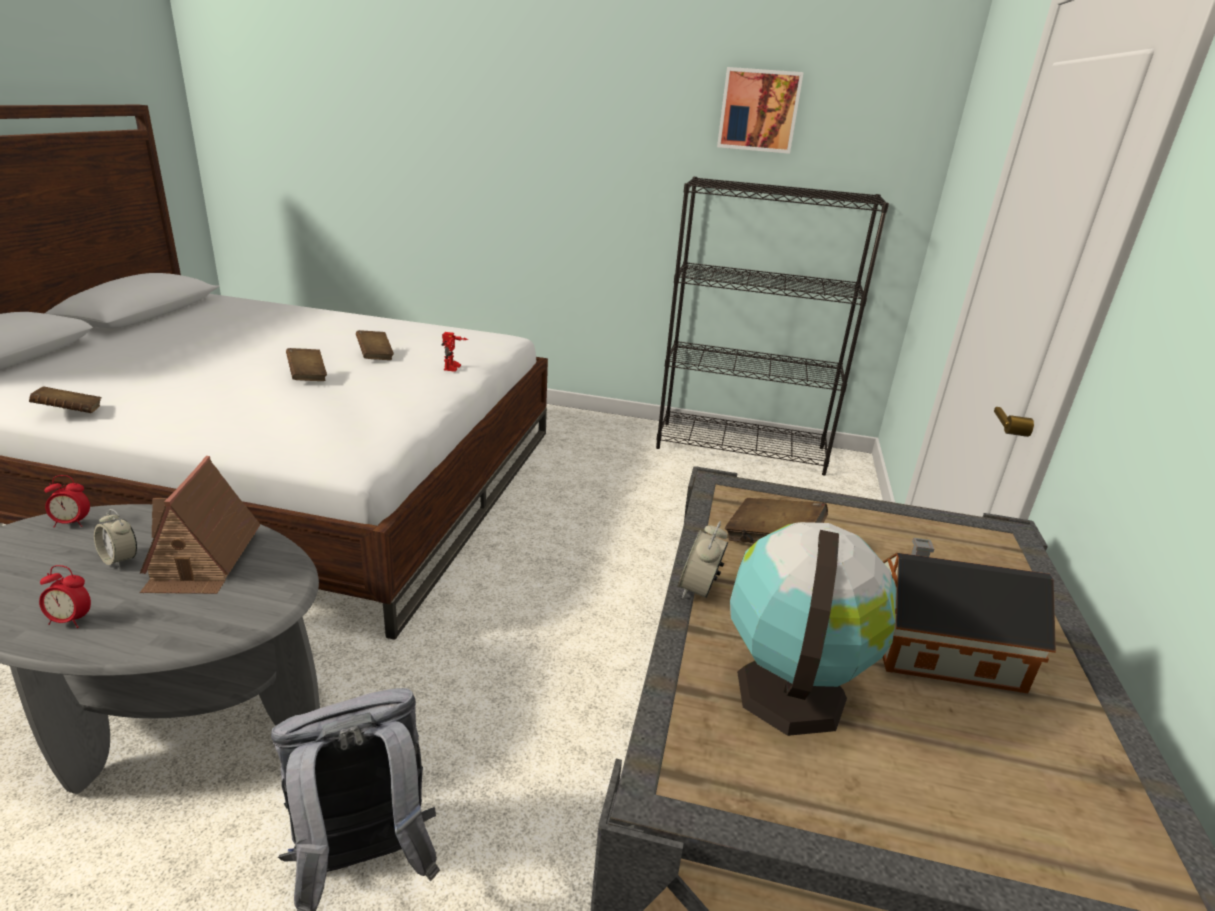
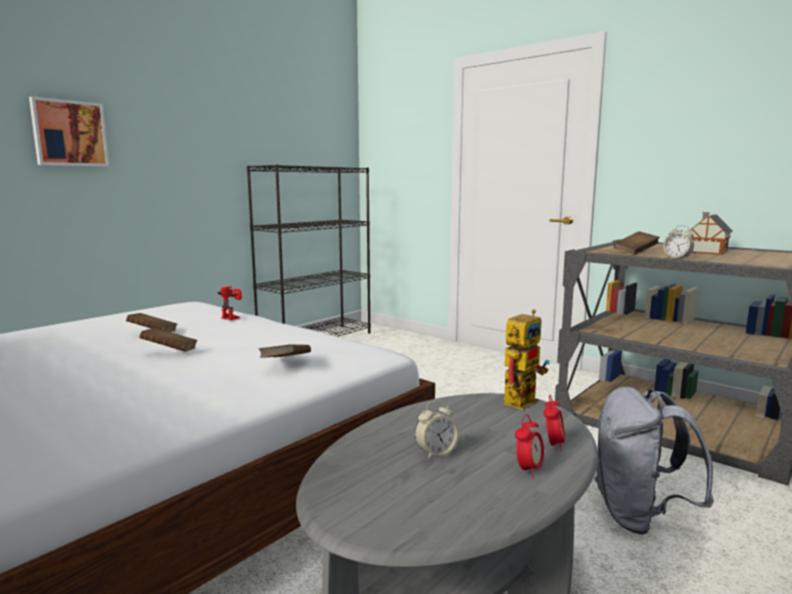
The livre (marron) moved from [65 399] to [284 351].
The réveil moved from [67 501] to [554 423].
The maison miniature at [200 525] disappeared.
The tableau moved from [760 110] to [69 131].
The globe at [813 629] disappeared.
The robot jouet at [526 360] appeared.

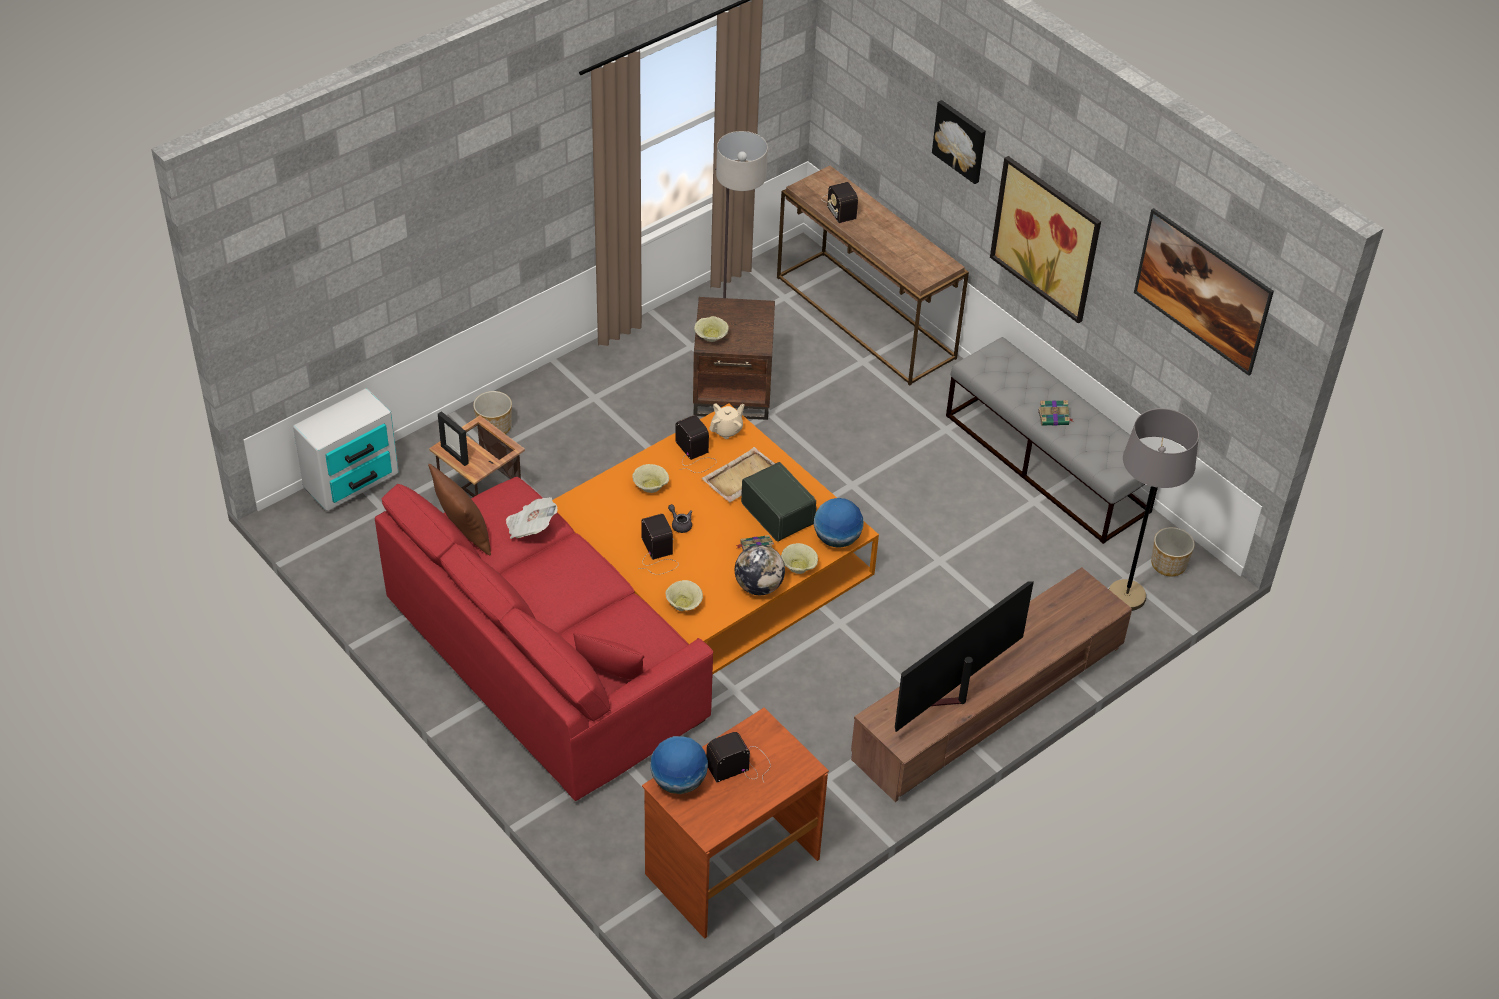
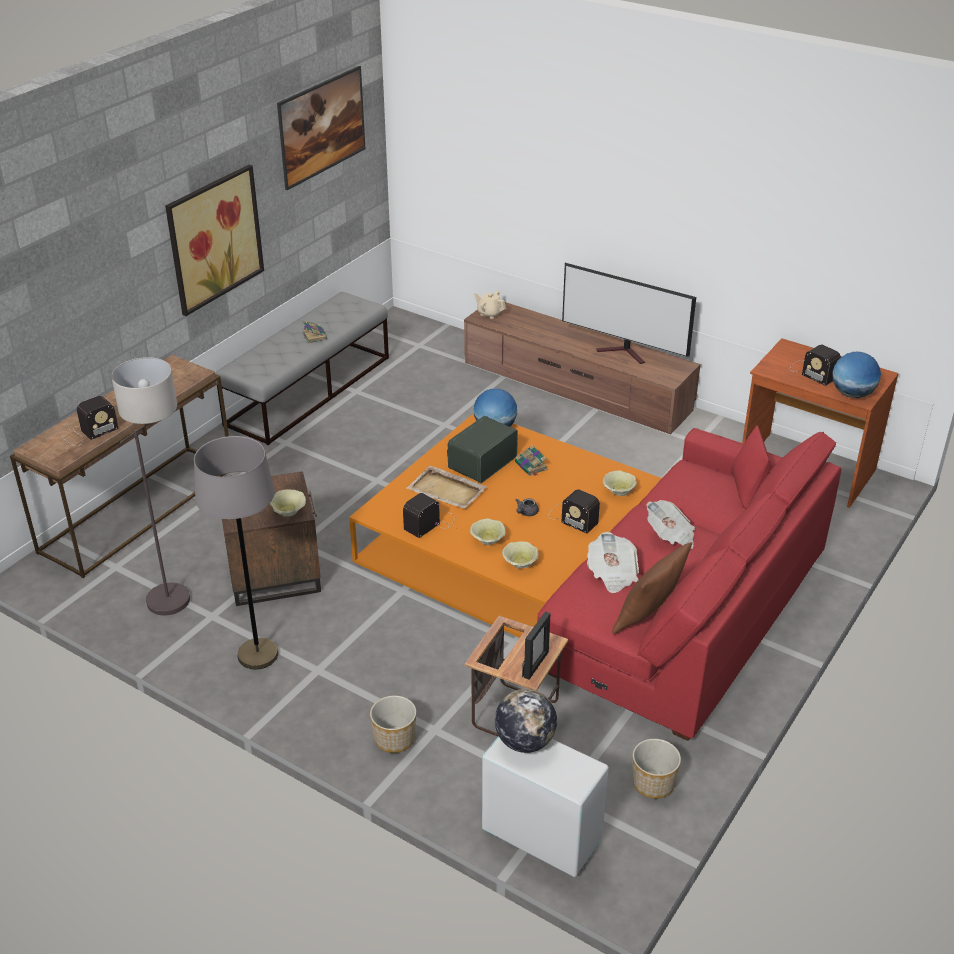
The radio at [658 544] turned 105 degrees counterclockwise.
The théière (beige) moved from [727 421] to [490 305].
The globe moved from [760 570] to [526 721].
The bol (beige) moved from [799 558] to [520 554].
The tableau at [959 142] disappeared.
The lampadaire (gris) moved from [1154 509] to [236 552].
The cache-pot moved from [1173 552] to [656 769].
The journal at [670 524] appeared.

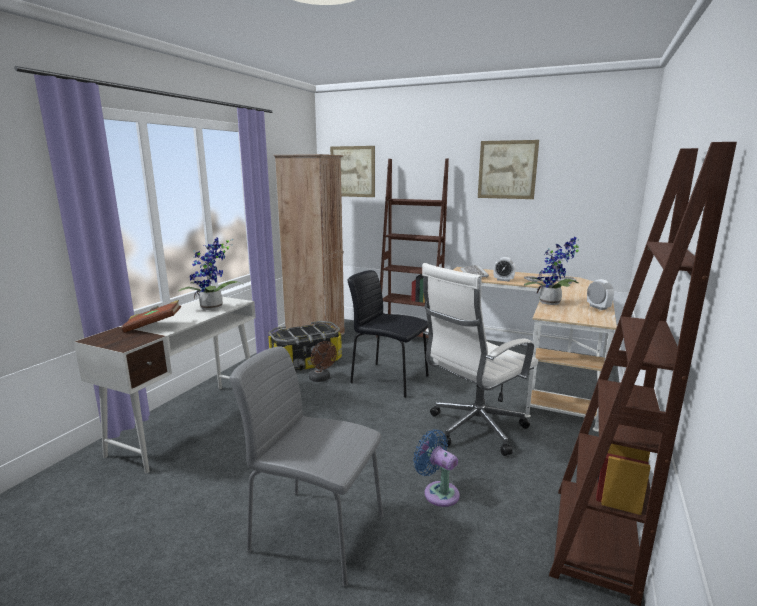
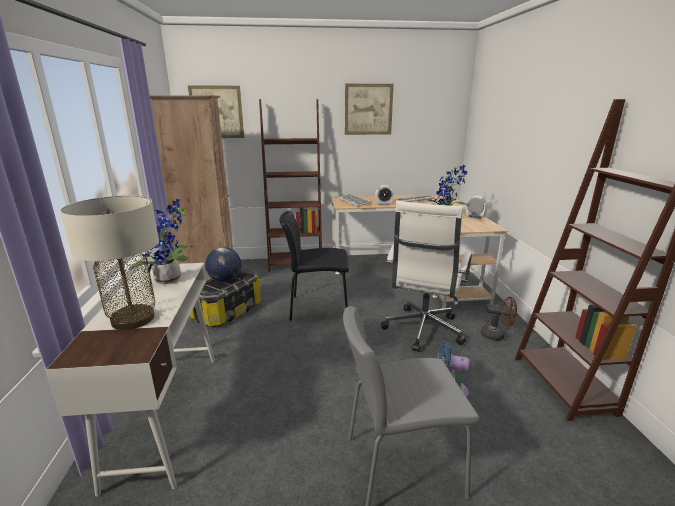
The livre (marron) at [151 316] was replaced by the lampe de table at [109 263].
The ventilateur (marron) moved from [322 361] to [499 319].
The globe at [223 264] appeared.

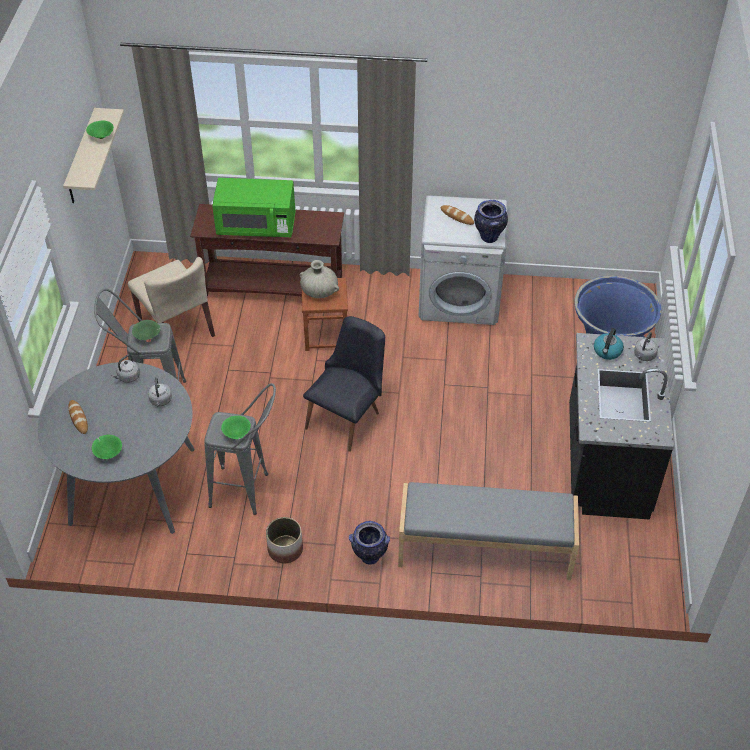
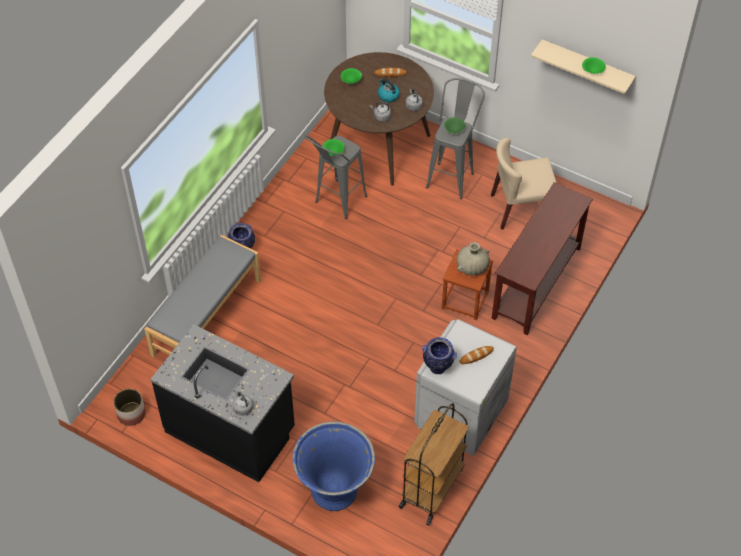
The table à manger (gris) at [116 448] became the table à manger (marron) at [379 119].
The micro-ondes (vert) at [254 207] disappeared.
The cache-pot moved from [284 540] to [130 407].
The chaise (noir) at [344 384] disappeared.
The bouilloire moved from [609 344] to [389 91].
The chariot (marron) at [434 464] appeared.

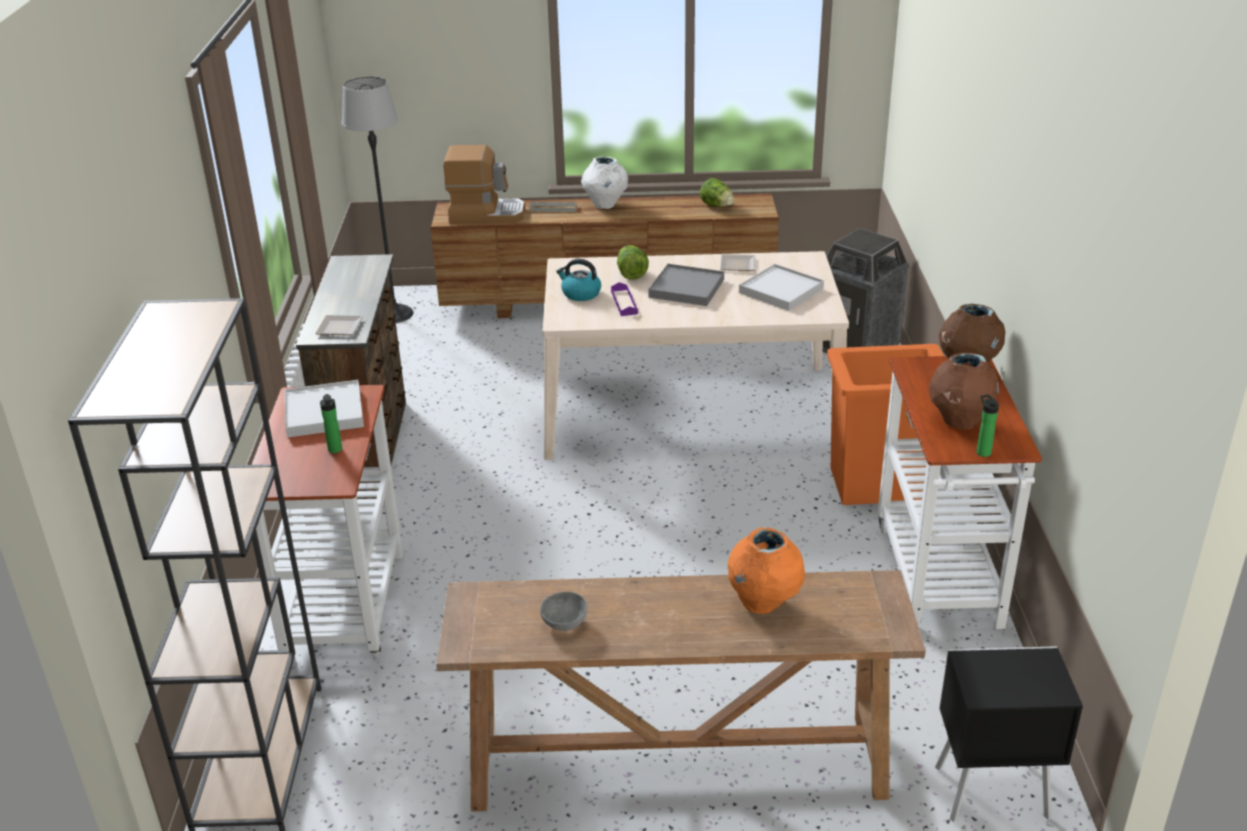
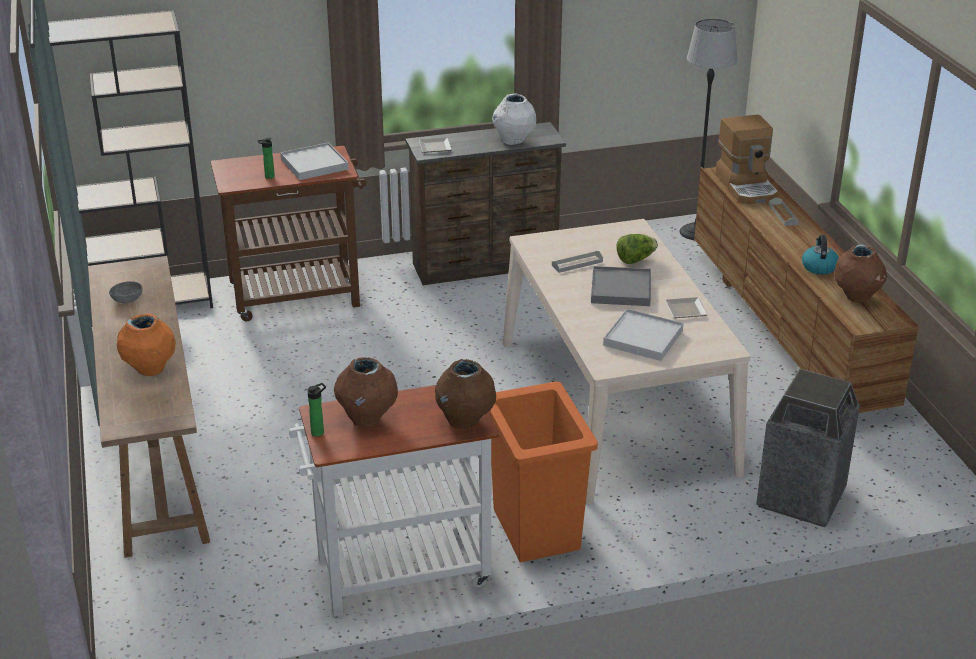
The chariot (blanc) at [327 522] became the chariot (marron) at [289 233].
The bouilloire moved from [578 280] to [820 254].
The vase (blanc) moved from [604 182] to [514 119].
The plateau (violet) at [624 299] became the plateau (gris) at [577 262].
The laitue at [717 192] was replaced by the vase (marron) at [860 273].
The table de chevet (noir) at [1009 734] disappeared.

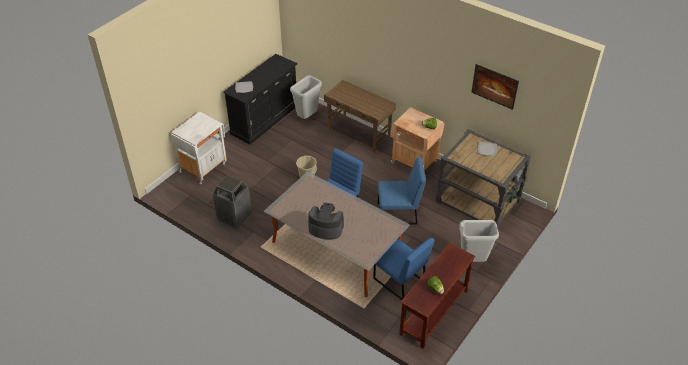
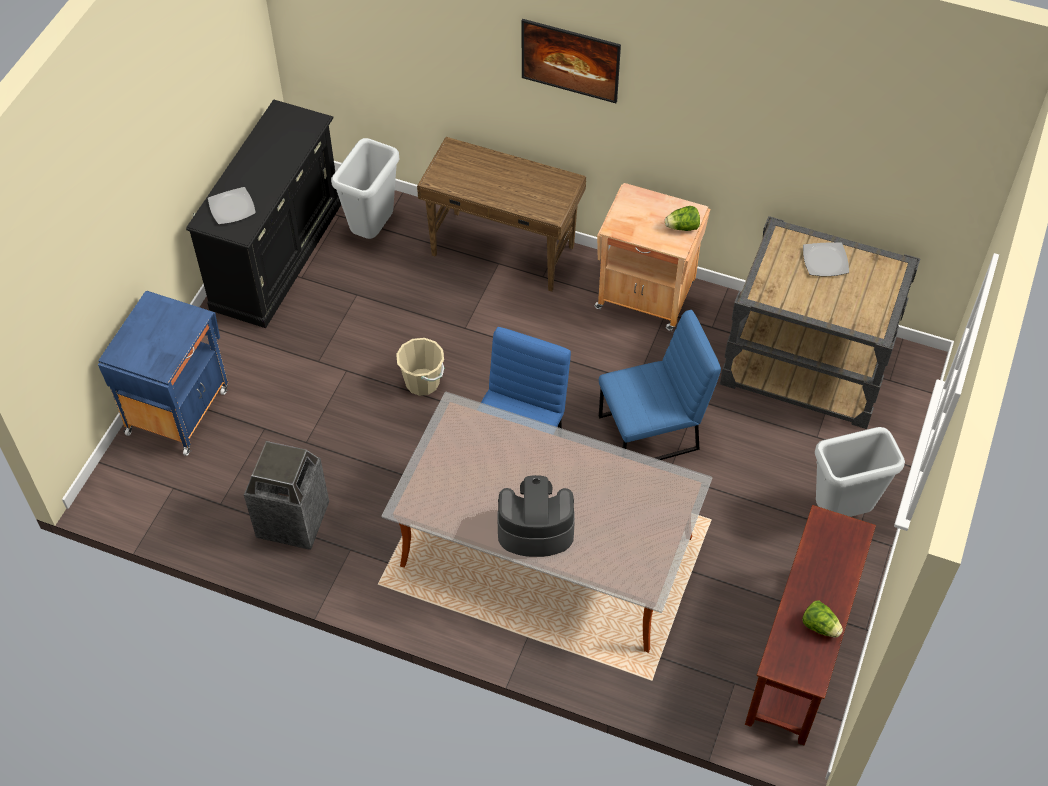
The chariot (blanc) at [199 148] became the chariot (bleu) at [163 373].
The chaise (bleu) at [403 269] disappeared.
The tableau moved from [495 87] to [571 61].

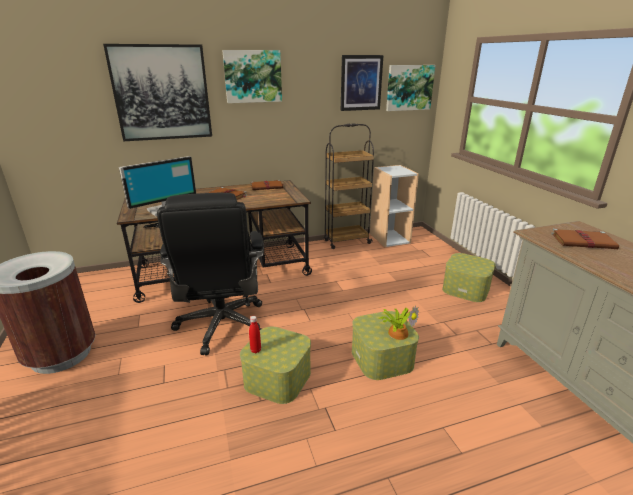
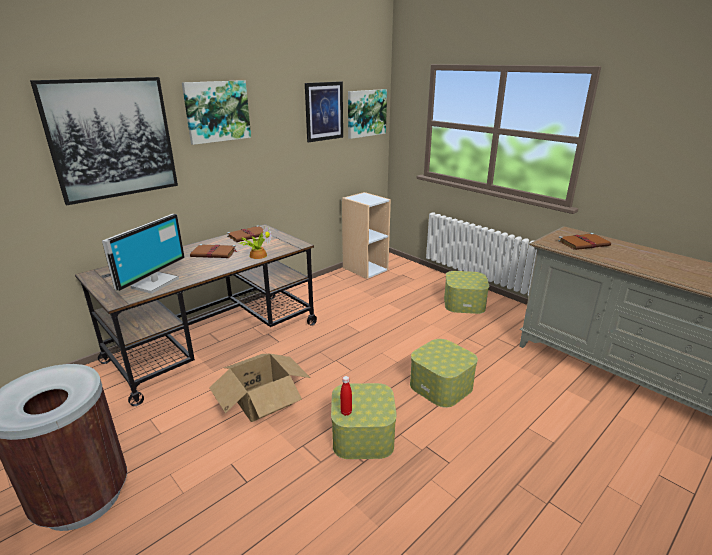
The chaise de bureau (noir) at [210 274] was replaced by the carton at [259 388].
The chariot (marron) at [349 186] disappeared.
The plante en pot moved from [399 323] to [255 242].

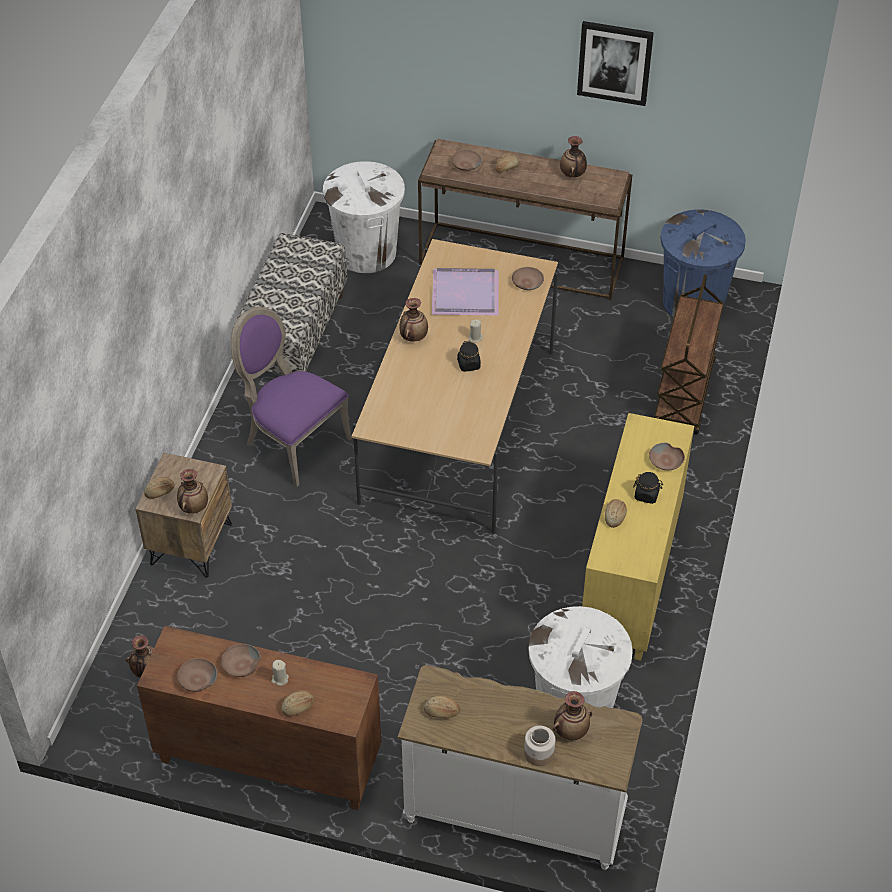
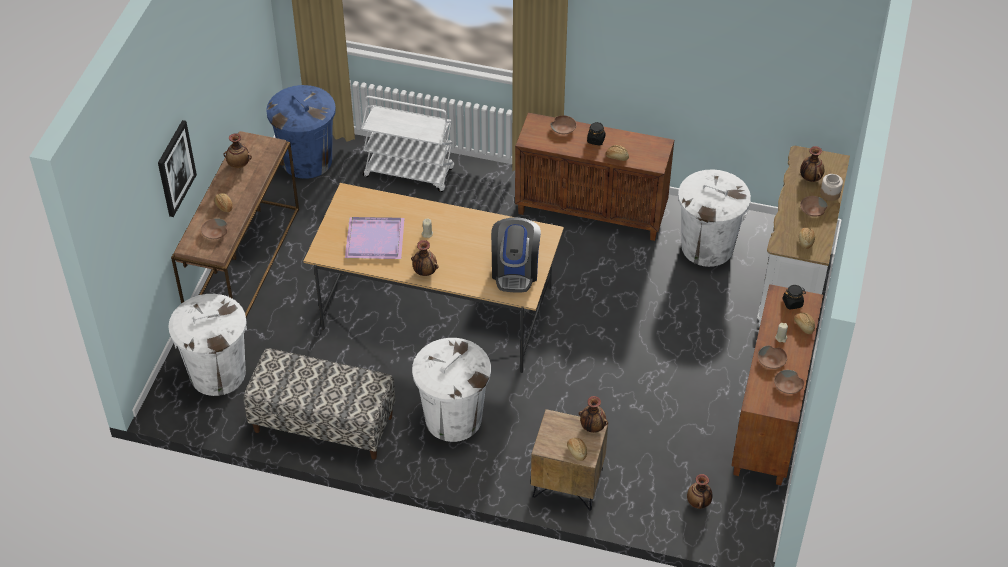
The chaise (violet) at [291 397] was replaced by the poubelle (blanc) at [451 390].
The bocal (noir) moved from [469 356] to [794 297].
The bol (marron) moved from [528 278] to [814 206].
The tableau moved from [615 63] to [177 168].
The meuble de rangement (jaune) at [638 537] became the meuble de rangement (marron) at [594 177].
The chariot (marron) at [689 354] became the chariot (blanc) at [408 144].
The machine à café at [516 255] appeared.

